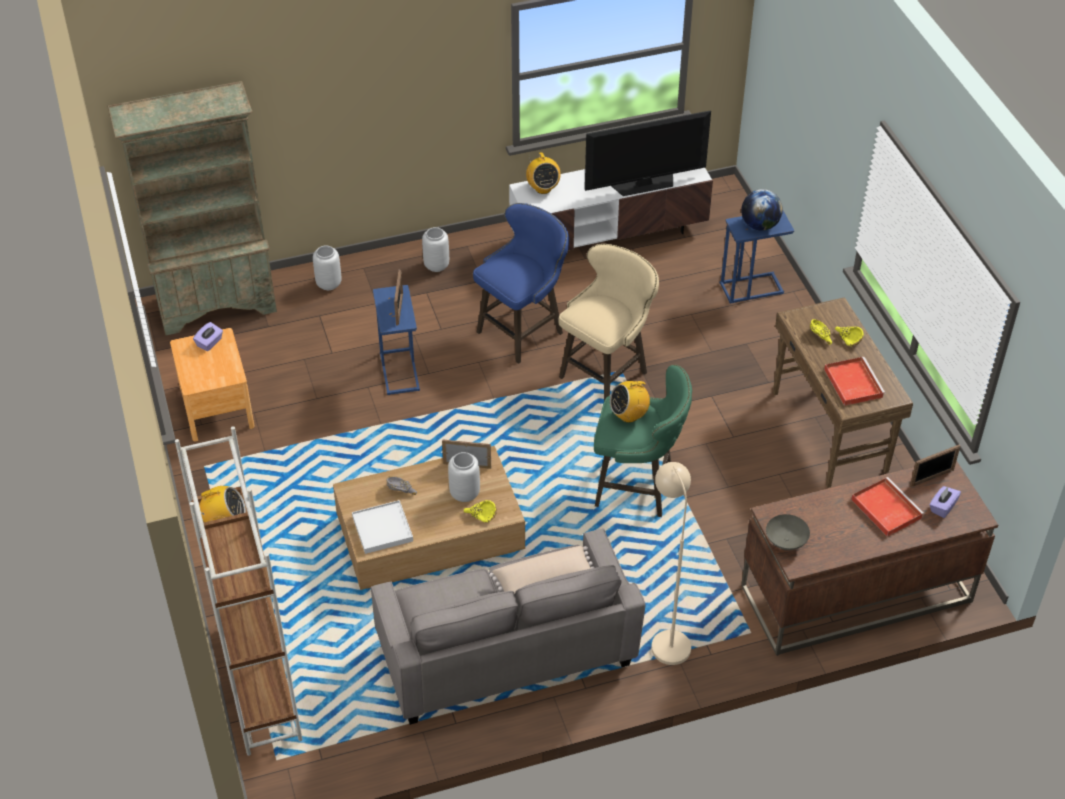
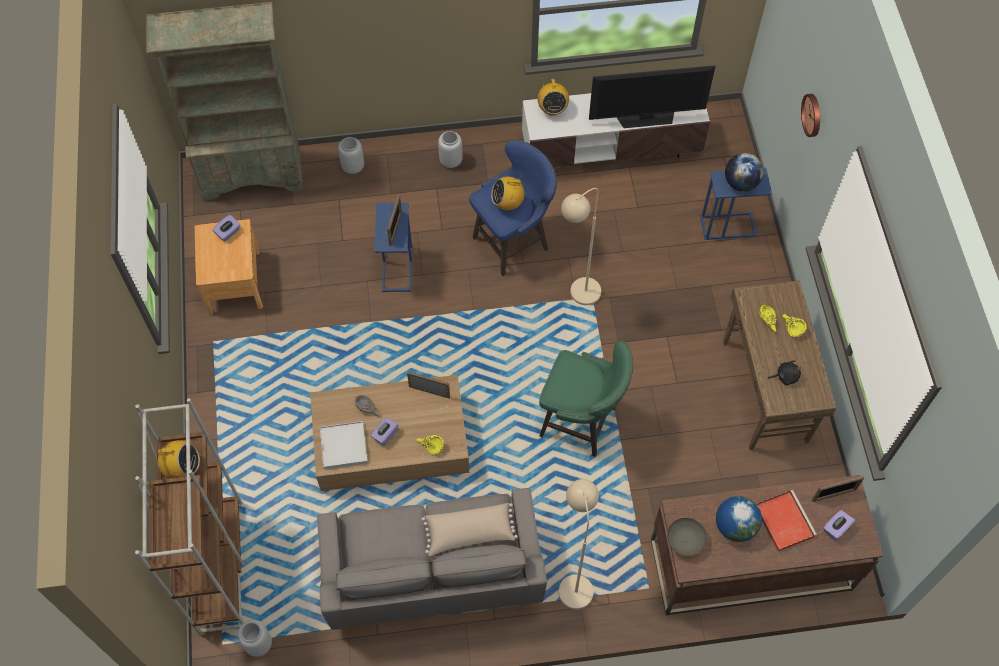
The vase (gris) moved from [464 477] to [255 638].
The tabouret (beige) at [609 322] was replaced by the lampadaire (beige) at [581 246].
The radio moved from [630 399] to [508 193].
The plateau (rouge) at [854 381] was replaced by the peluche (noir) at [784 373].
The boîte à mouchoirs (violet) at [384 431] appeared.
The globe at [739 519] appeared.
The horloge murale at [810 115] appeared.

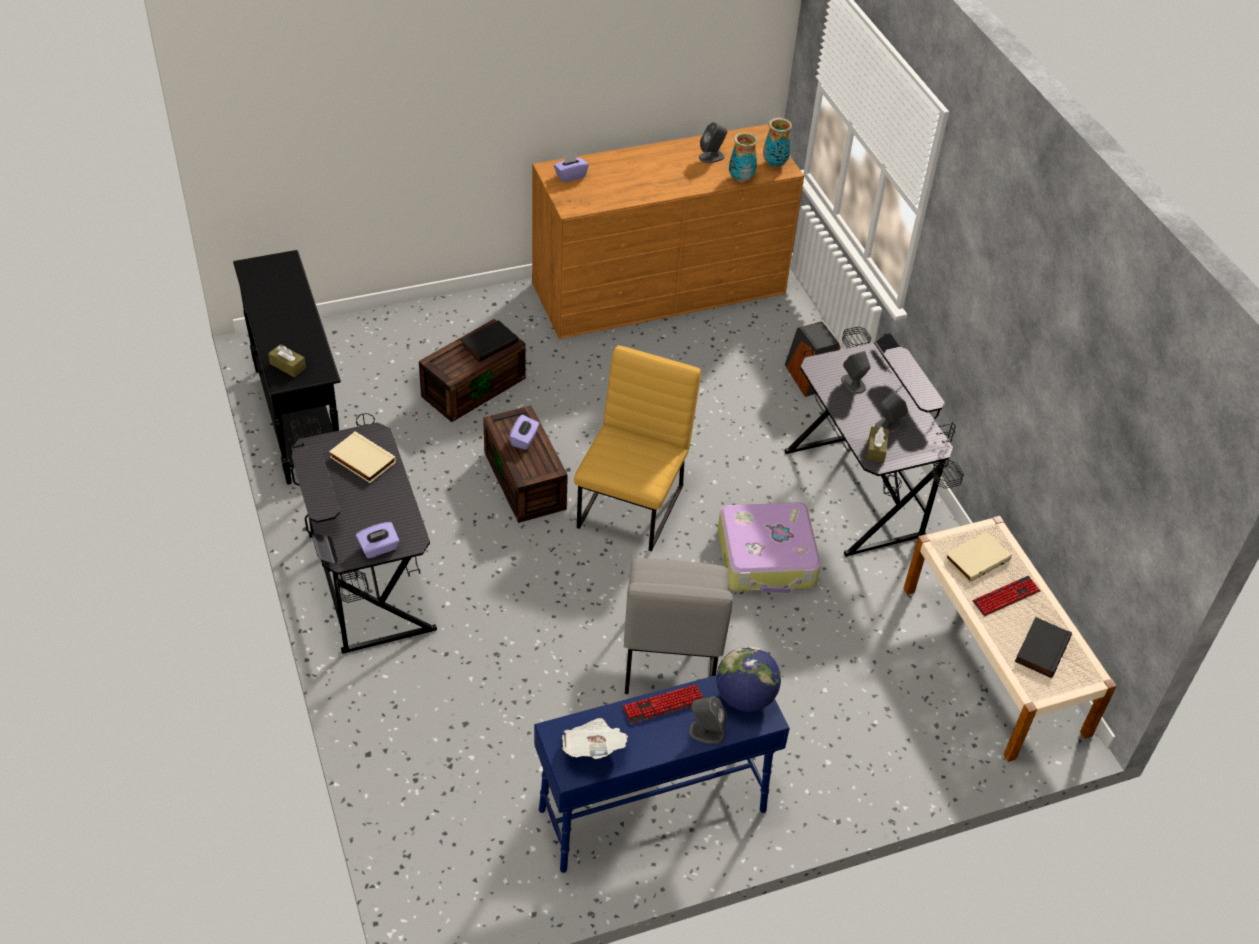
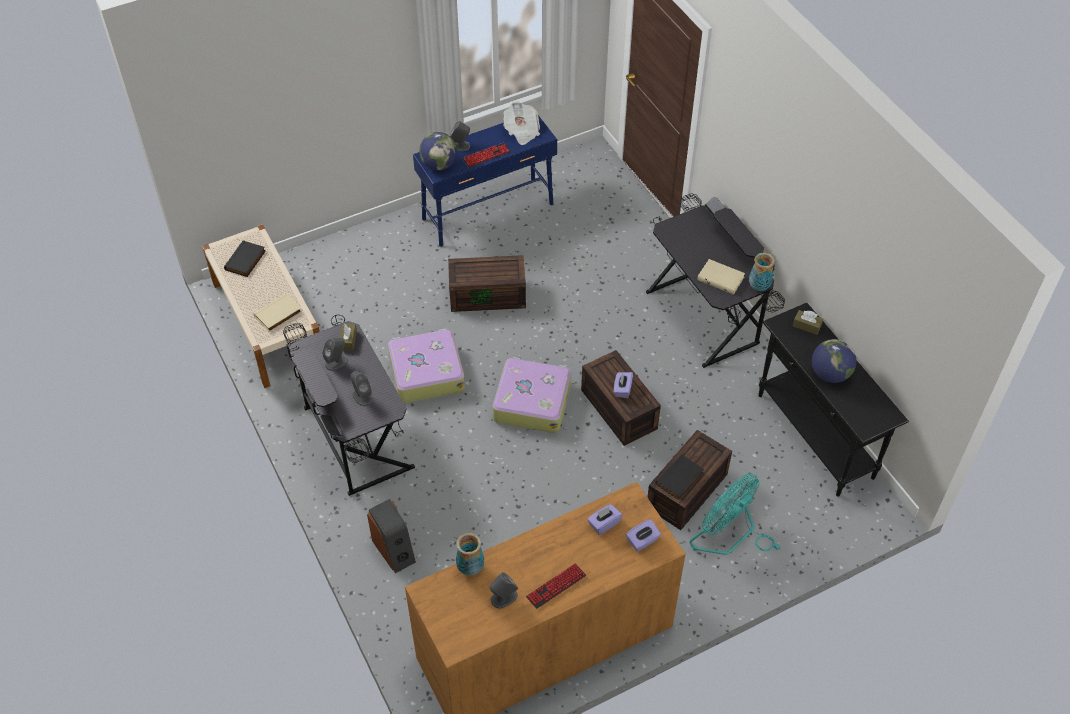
The boîte à mouchoirs (violet) moved from [377 540] to [605 519].
The chaise (jaune) at [637 448] was replaced by the valise at [532 395].
The chaise (gris) at [678 626] was replaced by the boîte de rangement (marron) at [487 283].
The vase moved from [777 143] to [762 272].
The clavier moved from [1006 596] to [556 586].
The ventilateur (turquoise) at [734 514] appeared.
The globe at [834 361] appeared.

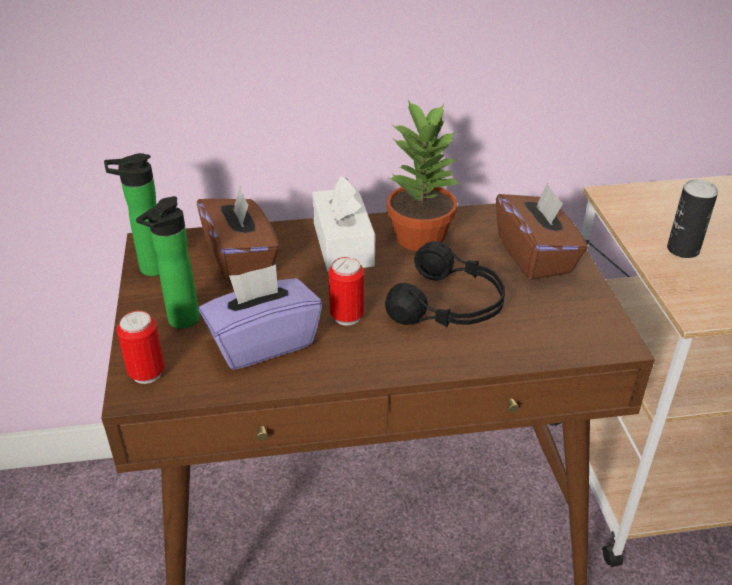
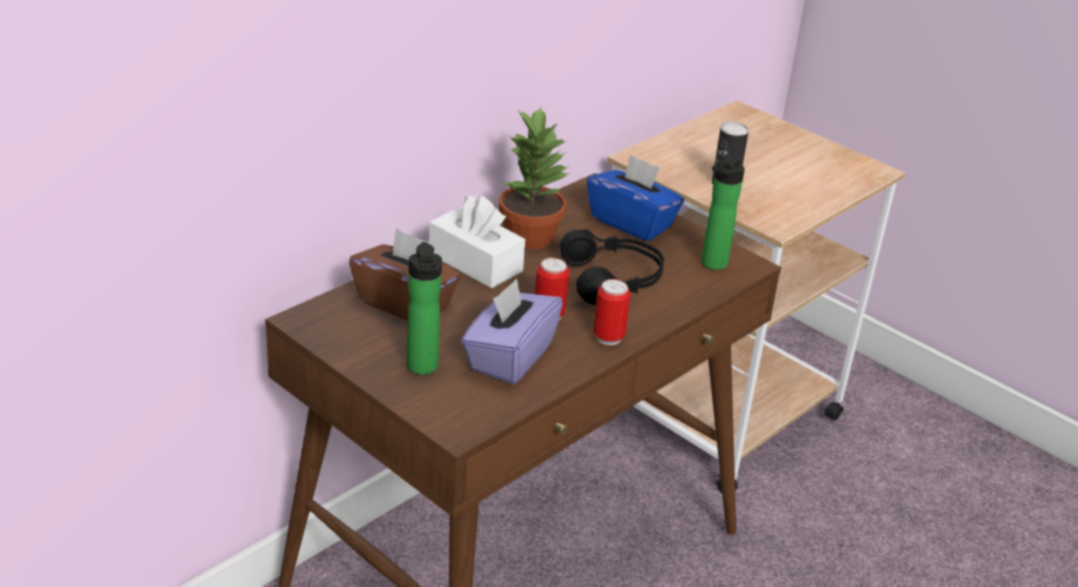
The bouteille moved from [131 214] to [723 212].
The boîte métallique moved from [141 347] to [612 312].
The boîte à mouchoirs (marron) at [542 231] became the boîte à mouchoirs (bleu) at [635 197].

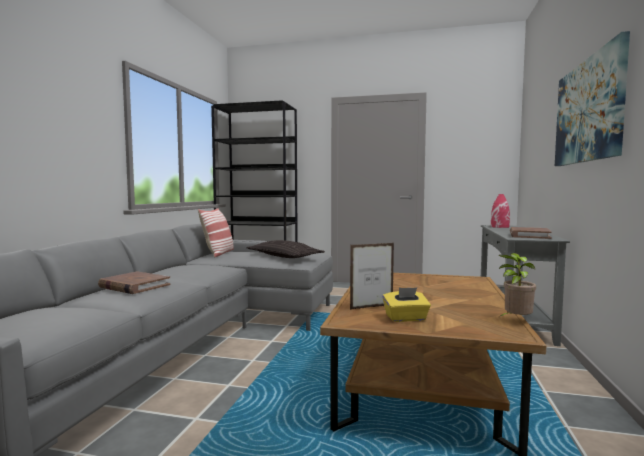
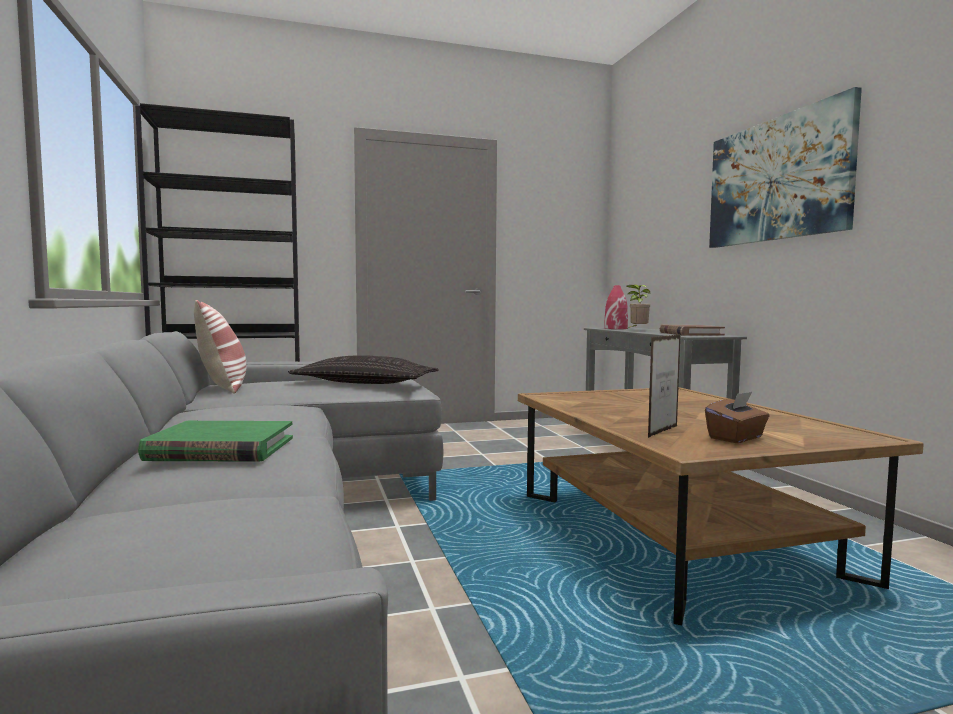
The livre (marron) at [134 282] became the livre (vert) at [215 441].
The boîte à mouchoirs (jaune) at [407 305] became the boîte à mouchoirs (marron) at [737 417].
The plante en pot moved from [517 285] to [638 306].

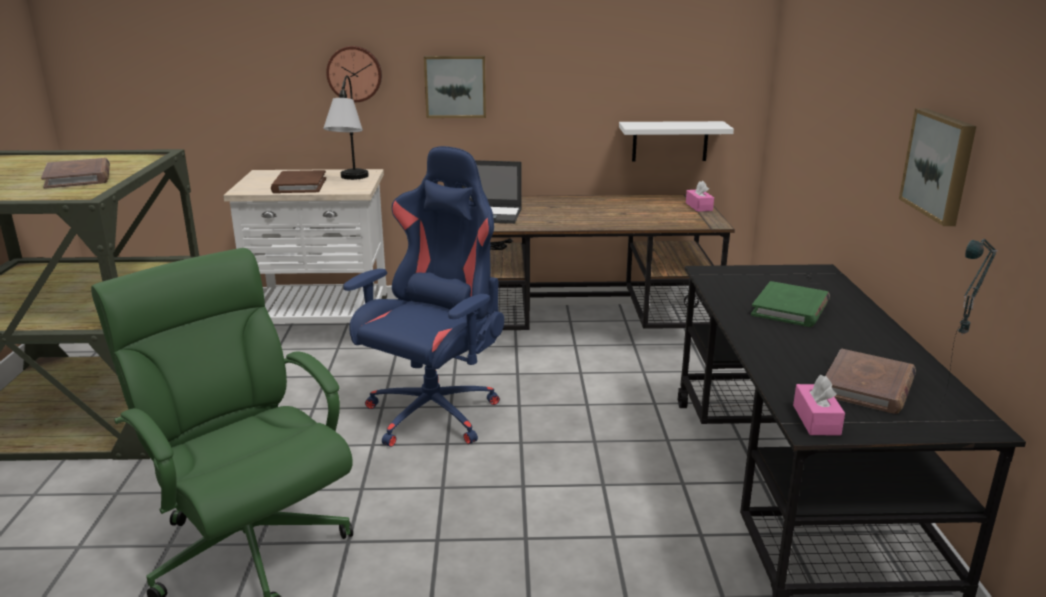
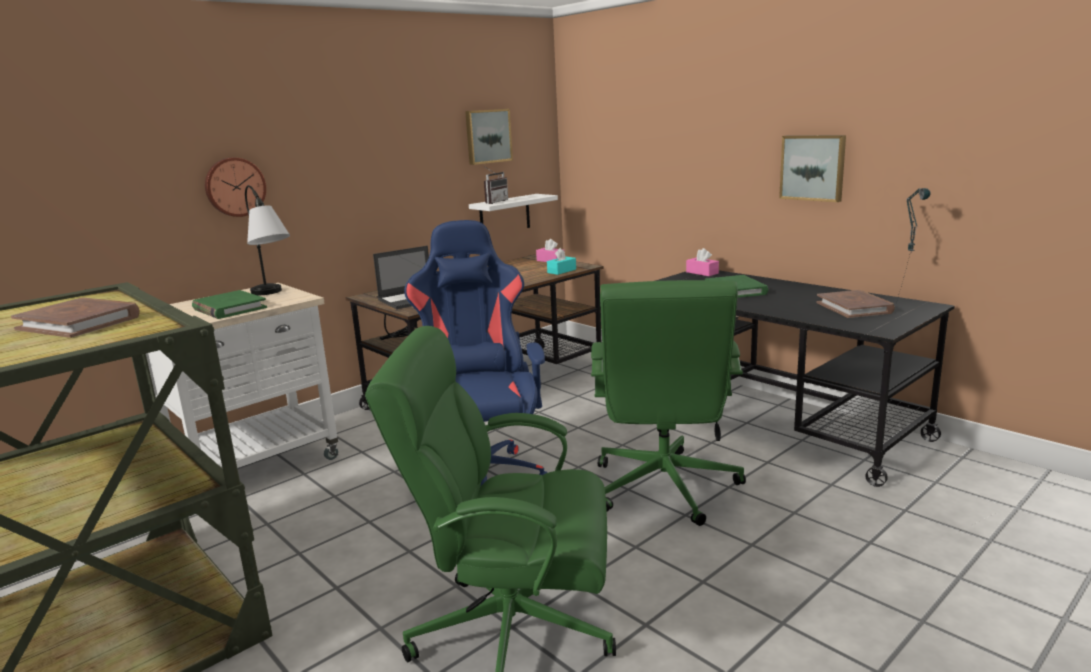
The livre (marron) at [298 181] became the livre (vert) at [229 304].
The tableau moved from [455 87] to [489 137].
The boîte à mouchoirs (rose) moved from [819 405] to [702 262].
The radio at [495 185] appeared.
The boîte à mouchoirs (turquoise) at [561 261] appeared.
The chaise de bureau (vert) at [668 403] appeared.

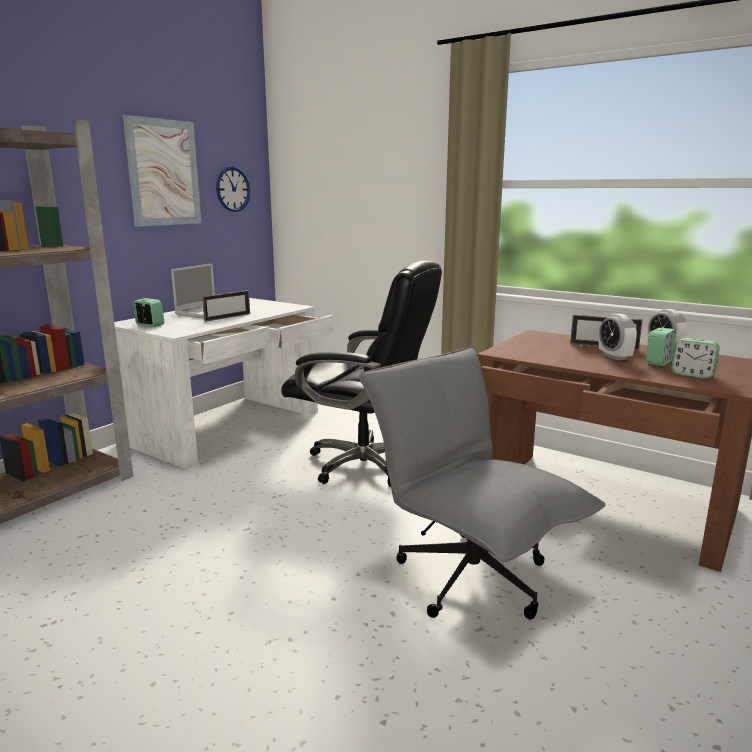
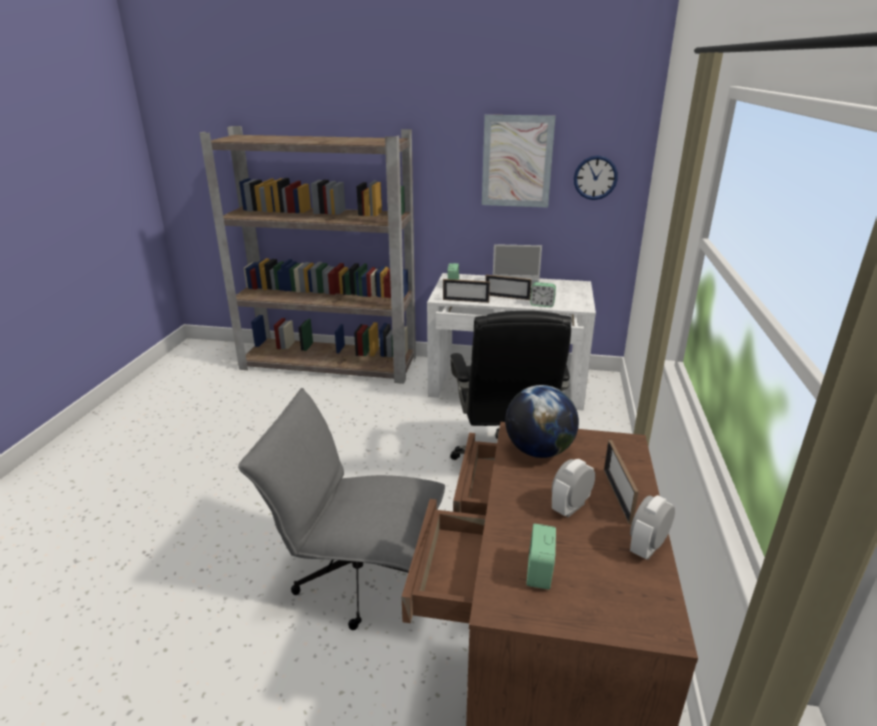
The chaise de bureau (gris) at [482 482] turned 105 degrees counterclockwise.
The réveil moved from [661 347] to [543 294].
The cadre photo at [466 291] appeared.
The globe at [542 421] appeared.

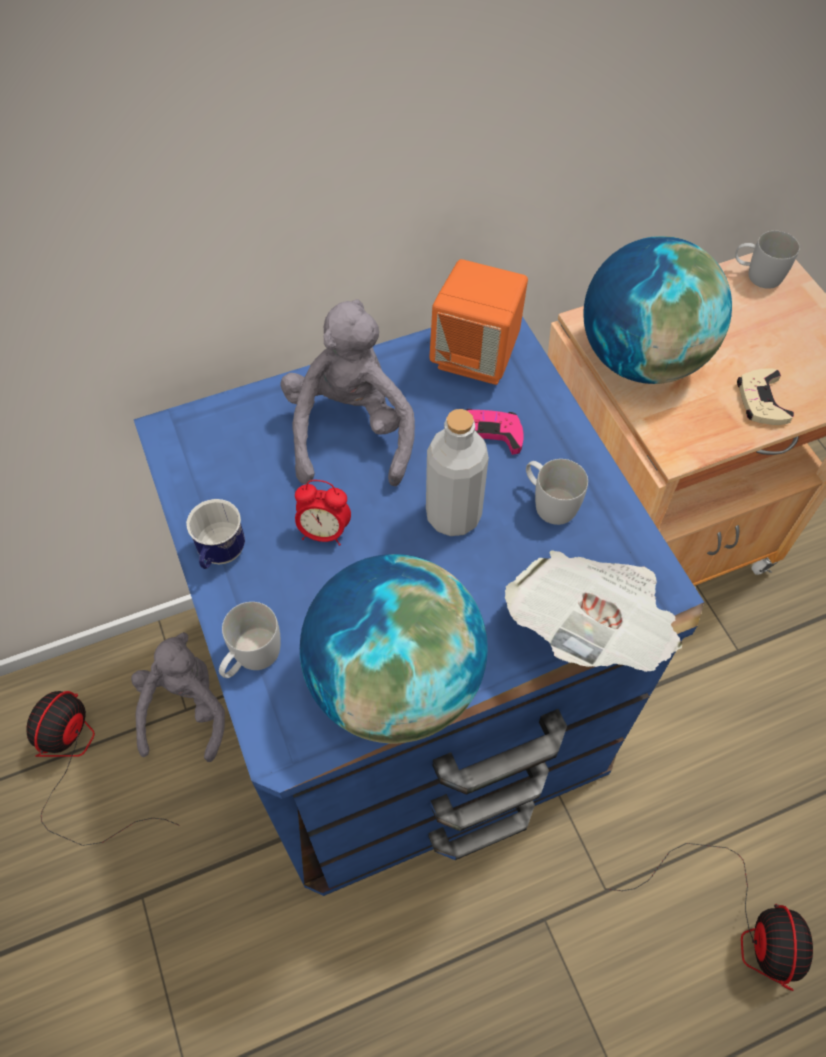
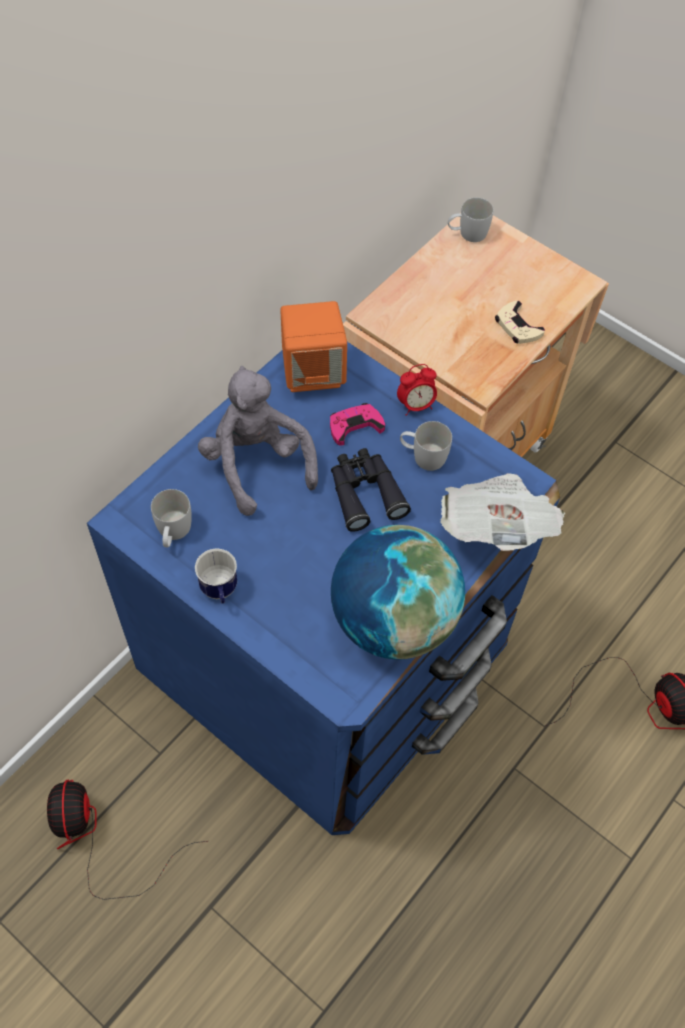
The peluche (gris) at [178 697] disappeared.
The mug (blanc) moved from [250 640] to [171 518].
The réveil moved from [323 513] to [417 390].
The bouteille (gris) at [457 472] was replaced by the jumelles (noir) at [371 490].
The globe at [657 310] disappeared.

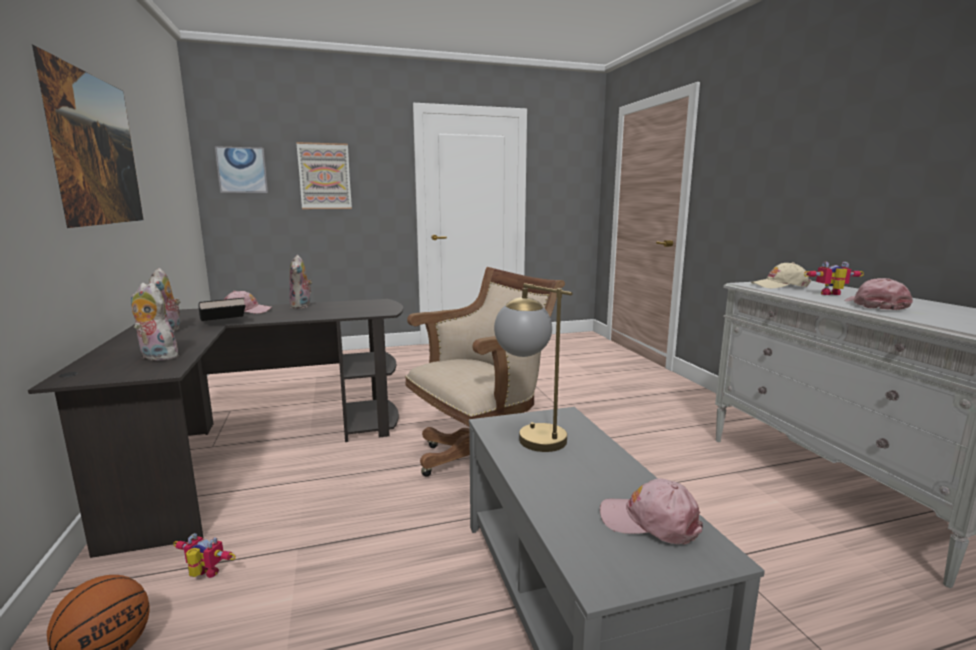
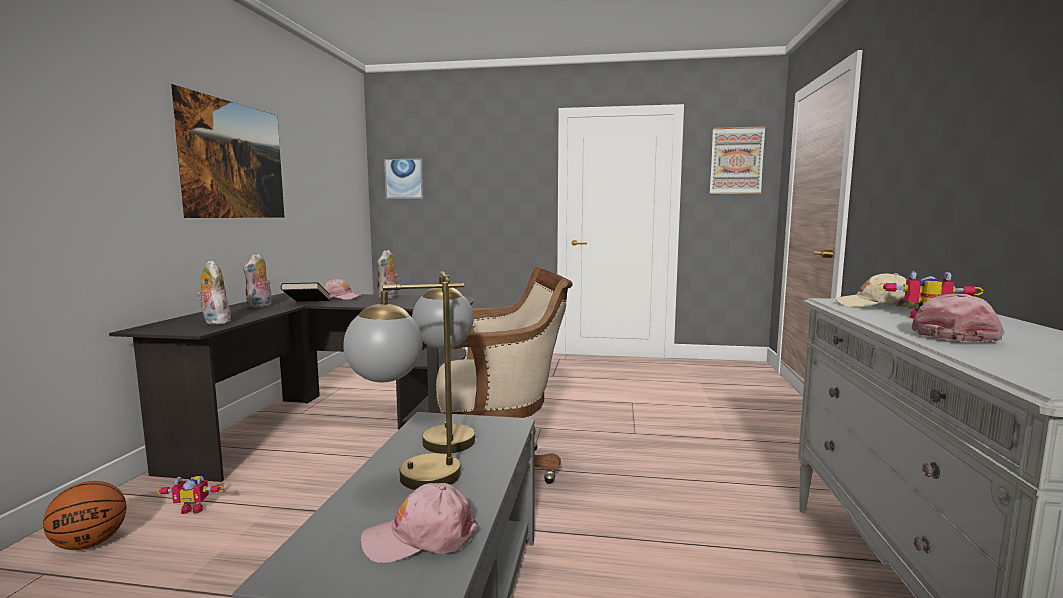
The robot jouet at [204 555] turned 135 degrees clockwise.
The tableau moved from [324 175] to [738 160].
The casquette (rose) at [651 512] turned 60 degrees counterclockwise.
The lampe de table at [403 386] appeared.

